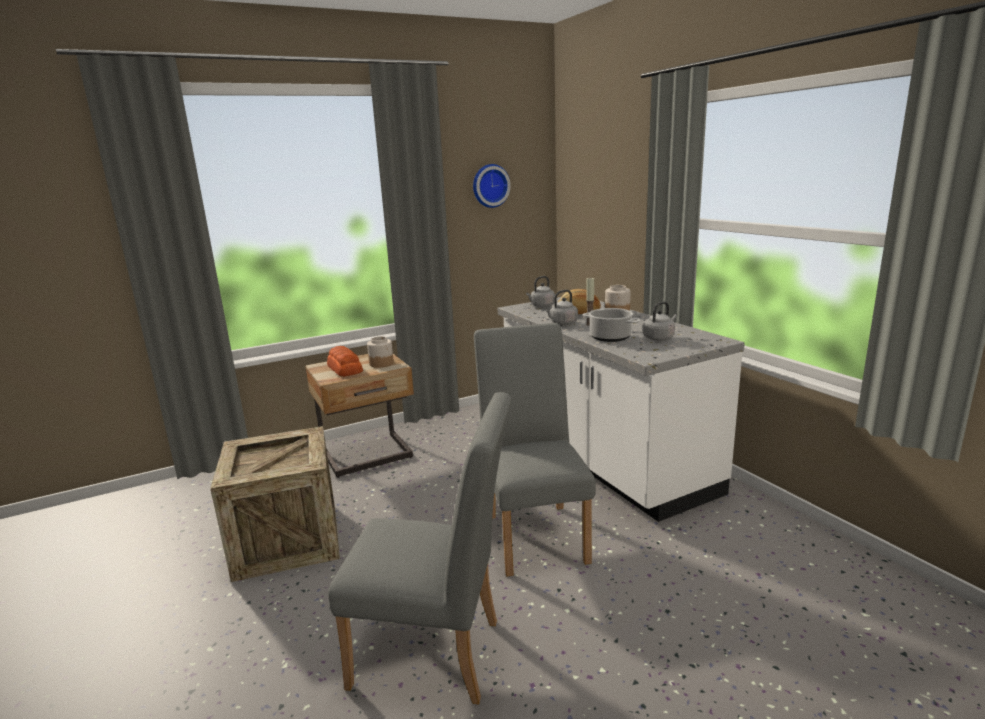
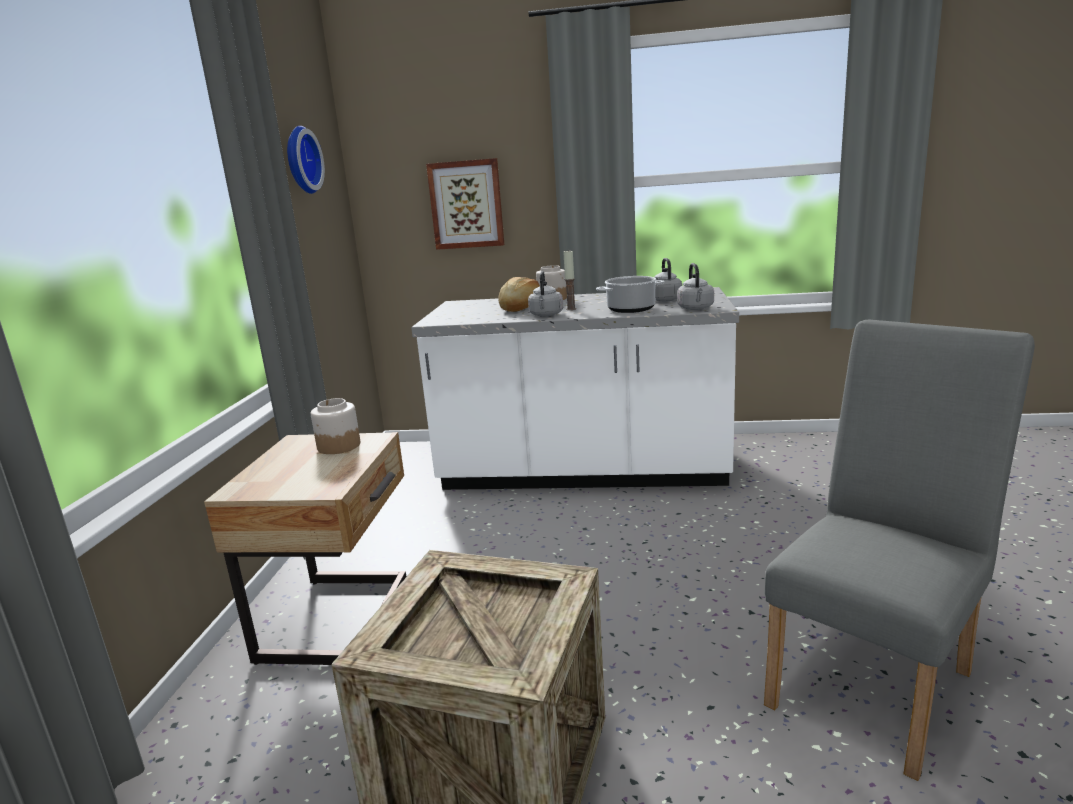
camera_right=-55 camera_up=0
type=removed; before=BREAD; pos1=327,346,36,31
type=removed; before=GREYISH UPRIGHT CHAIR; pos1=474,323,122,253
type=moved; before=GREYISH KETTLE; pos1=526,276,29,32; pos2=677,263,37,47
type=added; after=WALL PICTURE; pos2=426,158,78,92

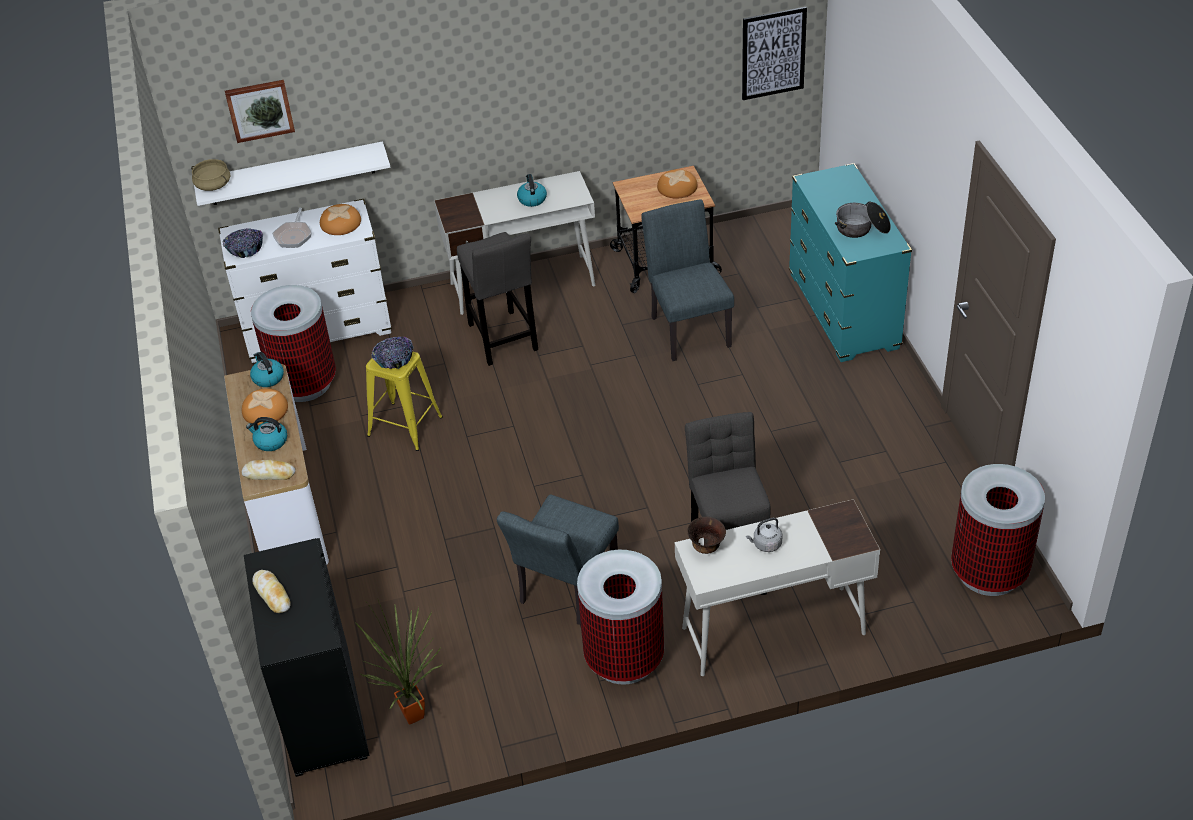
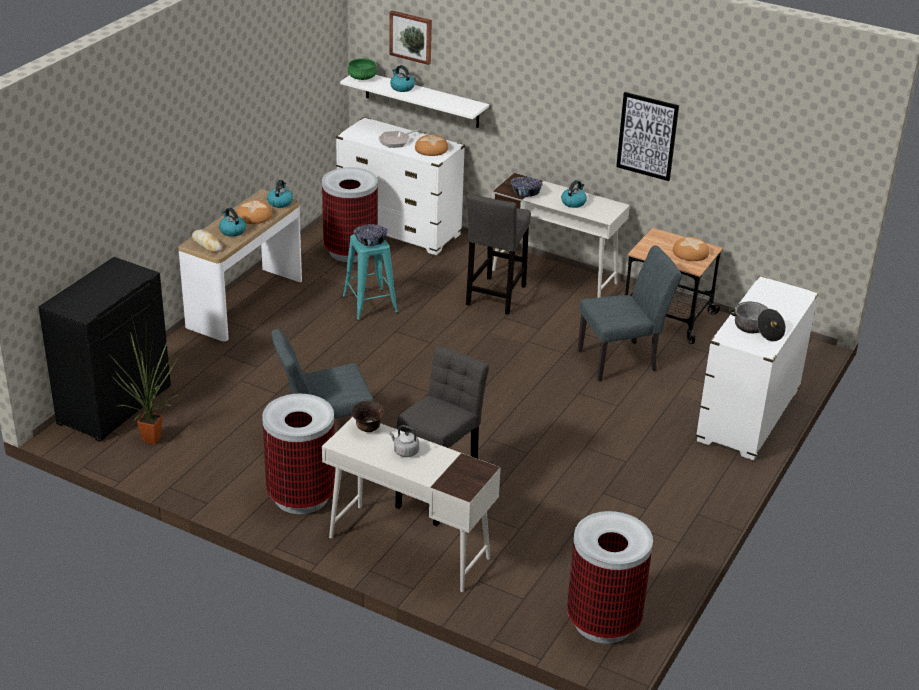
camera_right=40 camera_up=-10
type=recoloured; before=BEIGE-COLOURED SAUCEPOT; after=GREEN-COLOURED SAUCEPOT; pos1=191,159,39,32; pos2=348,58,29,22
type=moved; before=DEEP DISH; pos1=223,228,40,30; pos2=511,177,32,20
type=removed; before=BREAD; pos1=252,570,39,43
type=recoloured; before=YELLOW STOOL; after=TURQUOISE STOOL; pos1=366,351,77,100; pos2=342,234,56,87
type=turned; before=GREYISH UPRIGHT CHAIR; pos1=641,199,93,162; pos2=577,245,105,136; turn=45
type=moved; before=WALL PICTURE; pos1=742,7,65,93; pos2=616,92,63,89
type=recoloured; before=TURQUOISE DRAWER CHEST; after=WHITE-COLOURED DRAWER CHEST; pos1=789,163,123,199; pos2=696,276,123,184
type=added; after=KETTLE; pos2=390,65,25,27

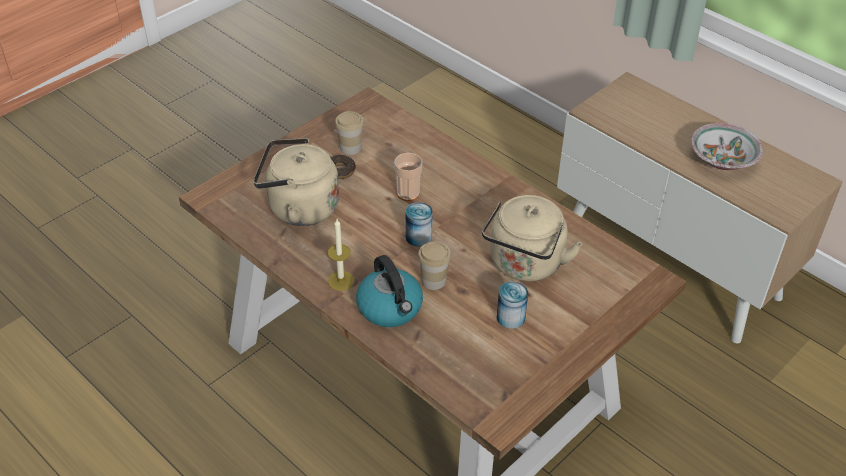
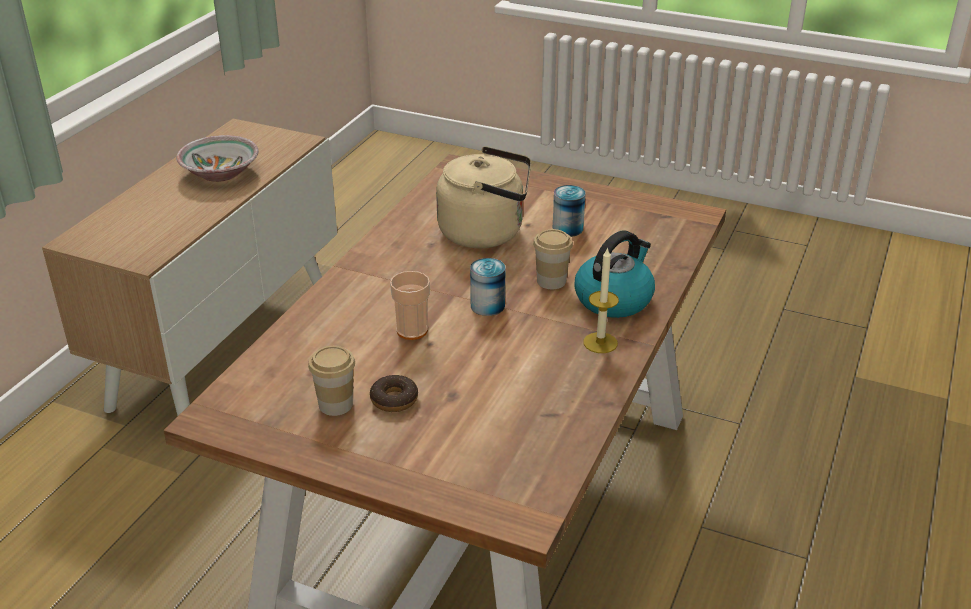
camera_right=-110 camera_up=-10
type=removed; before=BEIGE-COLOURED KETTLE; pos1=253,138,86,88

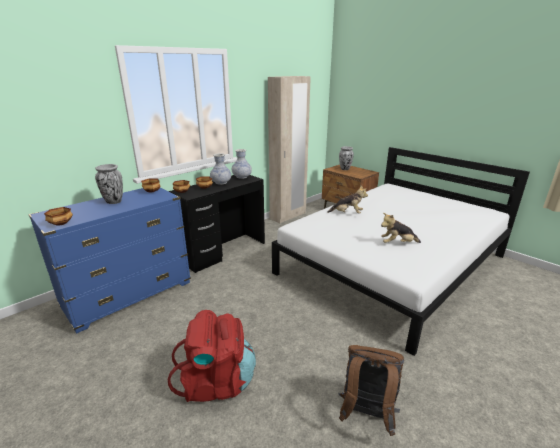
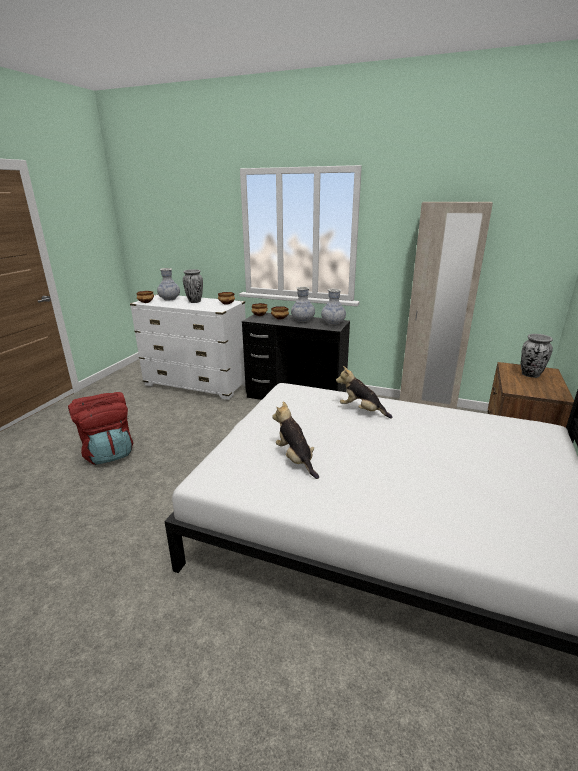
camera_right=65 camera_up=0
type=recoloured; before=BLUE-COLOURED DRAWER CHEST; after=WHITE-COLOURED DRAWER CHEST; pos1=28,187,163,146; pos2=130,294,116,106
type=turned; before=PLUSH TOY; pos1=327,186,41,28; pos2=336,366,57,52; turn=135
type=removed; before=BROWN-COLOURED KNAPSACK; pos1=338,345,66,91
type=added; after=FLOWER VASE; pos2=157,268,23,33

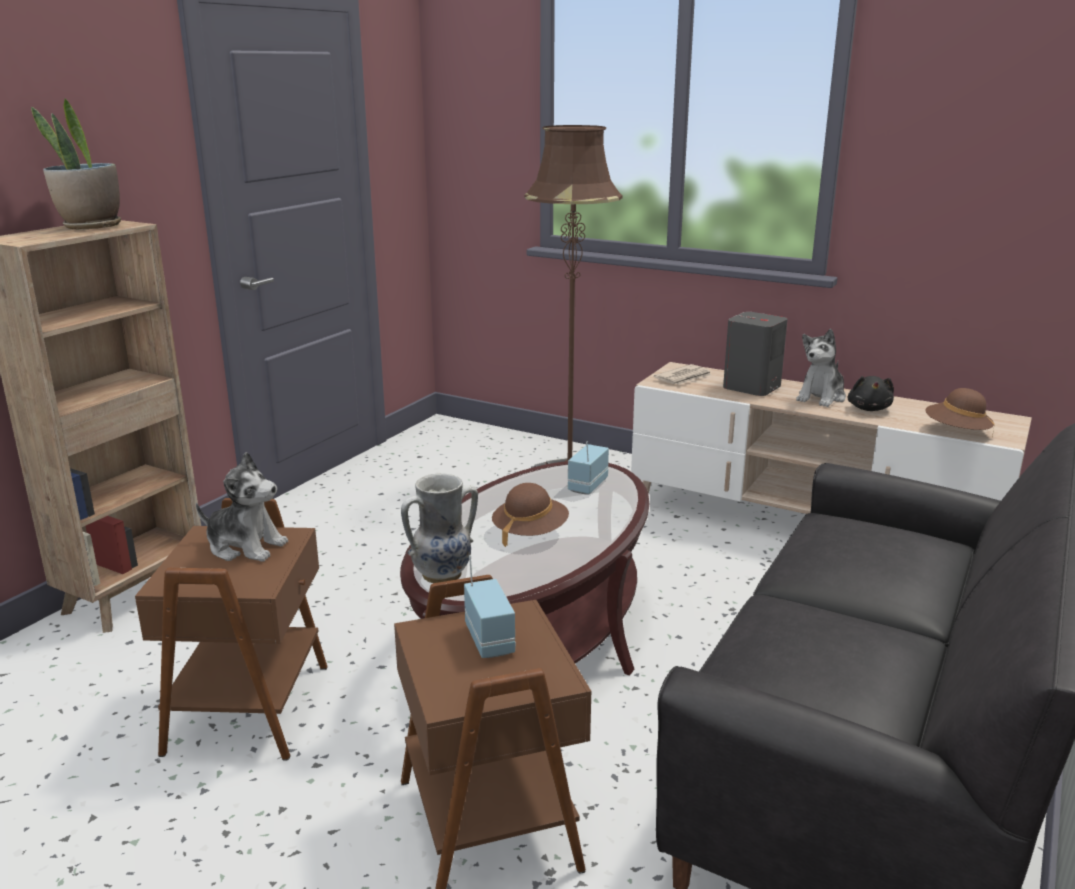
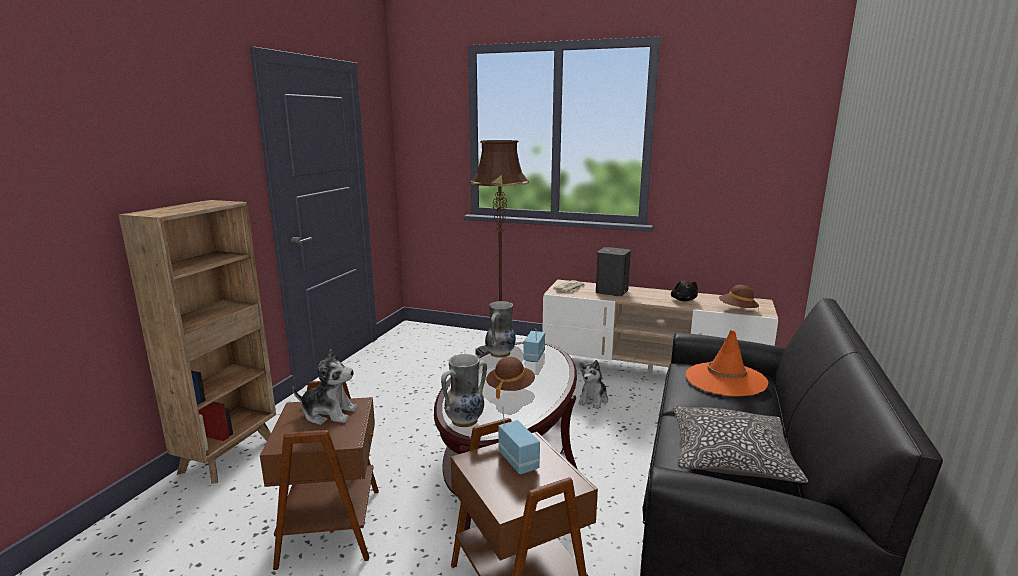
camera_right=-10 camera_up=-5
type=removed; before=PLANT IN A POT; pos1=31,99,90,130
type=moved; before=PLUSH TOY; pos1=796,329,50,78; pos2=578,360,30,49
type=added; after=FLOWER VASE; pos2=485,301,31,57
type=added; after=THROW PILLOW; pos2=673,406,135,77
type=added; after=ORANGEY CLOTHING HAT; pos2=685,330,83,67

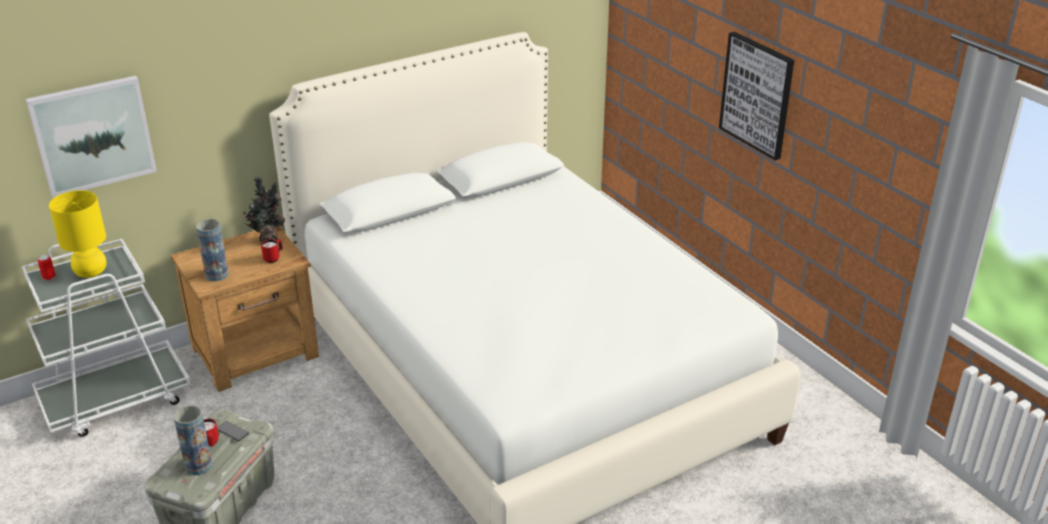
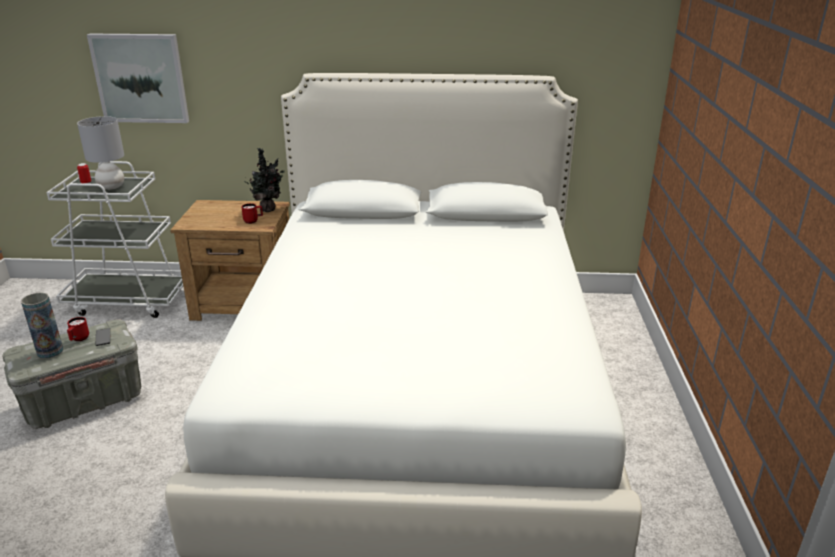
camera_right=35 camera_up=-5
type=recoloured; before=YELLOW LAMP FOR A TABLE; after=GREYISH LAMP FOR A TABLE; pos1=49,190,58,88; pos2=77,116,47,74
type=removed; before=FLOWER VASE; pos1=196,219,33,62
type=removed; before=WALL PICTURE; pos1=719,32,75,128

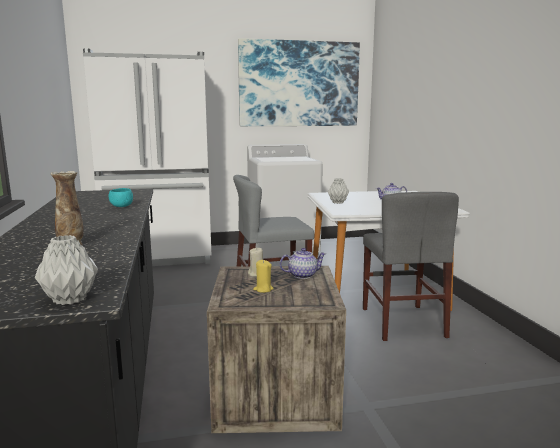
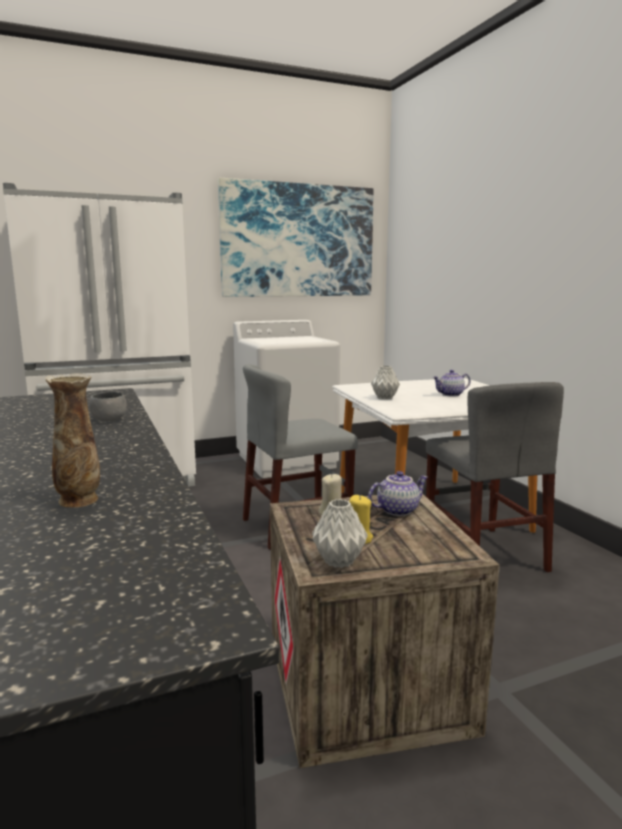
camera_right=-10 camera_up=0
type=moved; before=GREYISH FLOWER VASE; pos1=35,235,63,70; pos2=312,499,56,69
type=recoloured; before=TURQUOISE DEEP DISH; after=GREYISH DEEP DISH; pos1=109,188,24,19; pos2=89,391,38,30

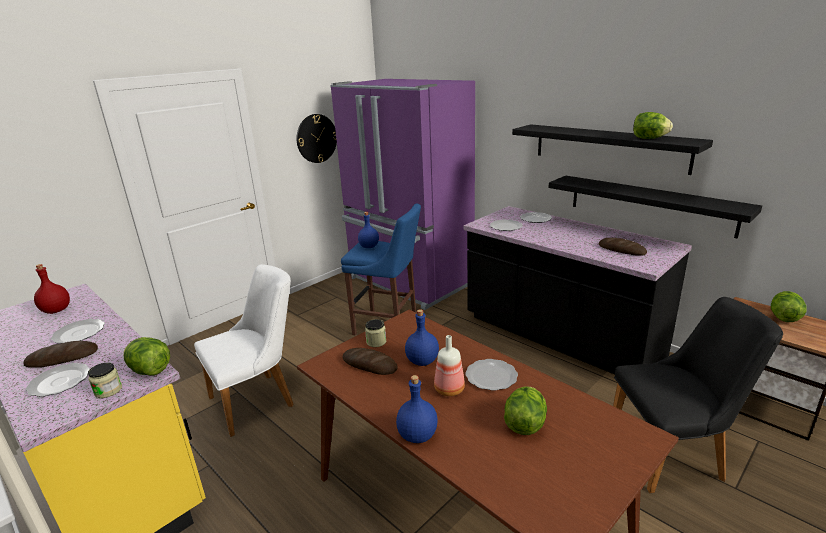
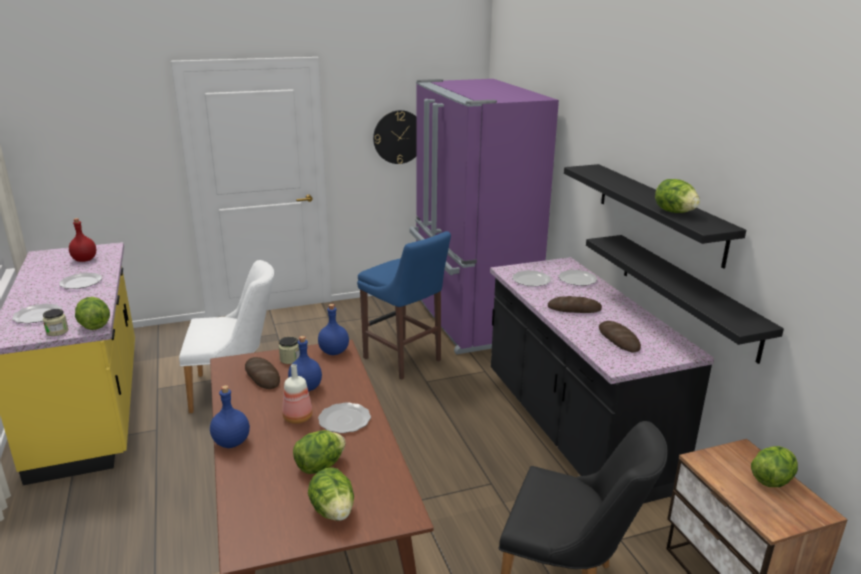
camera_right=25 camera_up=0
type=moved; before=BREAD; pos1=24,341,74,27; pos2=548,296,54,17
type=moved; before=BLUE-COLOURED BOTTLE; pos1=358,212,21,36; pos2=318,304,31,51
type=added; after=HEAD OF LETTUCE; pos2=308,467,46,54

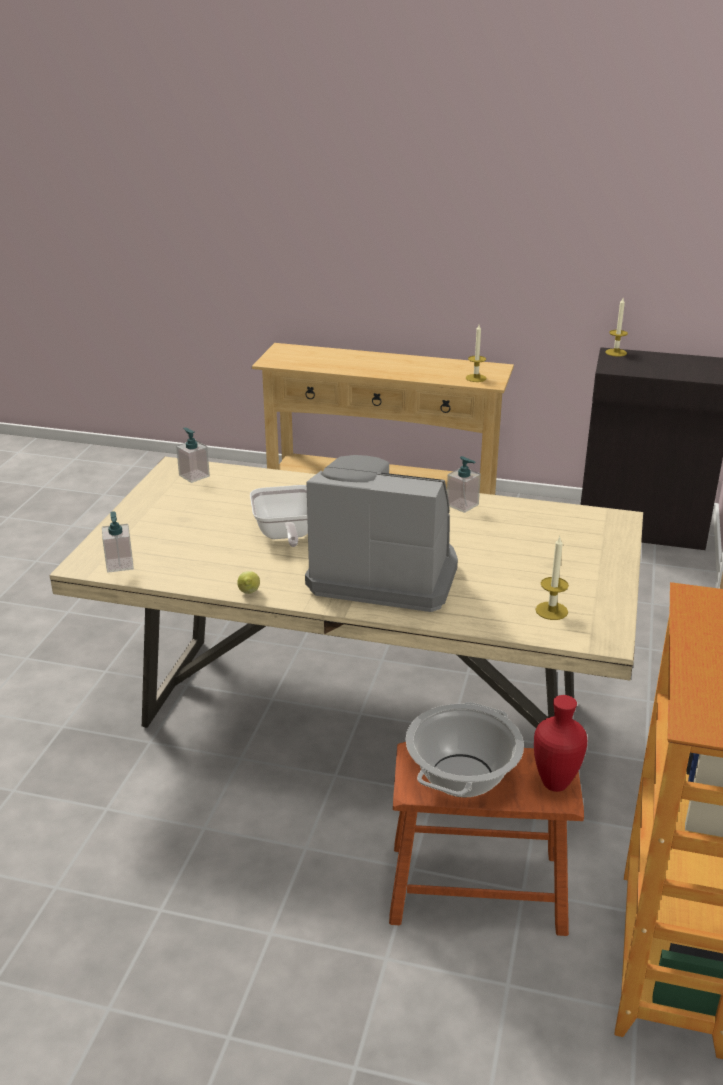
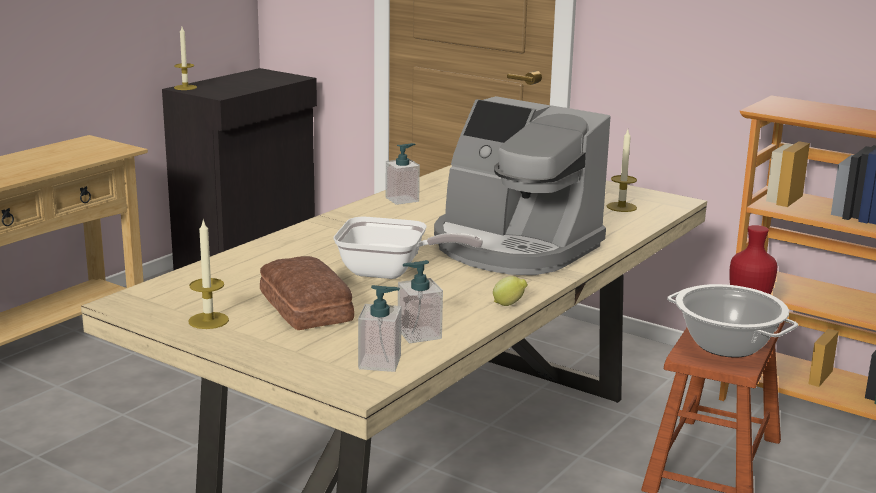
camera_right=-70 camera_up=-10
type=moved; before=SOAP BOTTLE; pos1=176,428,34,55; pos2=398,260,45,83
type=turned; before=COFFEE BREWER; pos1=305,455,153,157; pos2=434,96,176,179; turn=-90
type=moved; before=WAX LIGHT; pos1=466,325,20,57; pos2=188,219,41,110
type=added; after=BREAD; pos2=260,256,94,74

